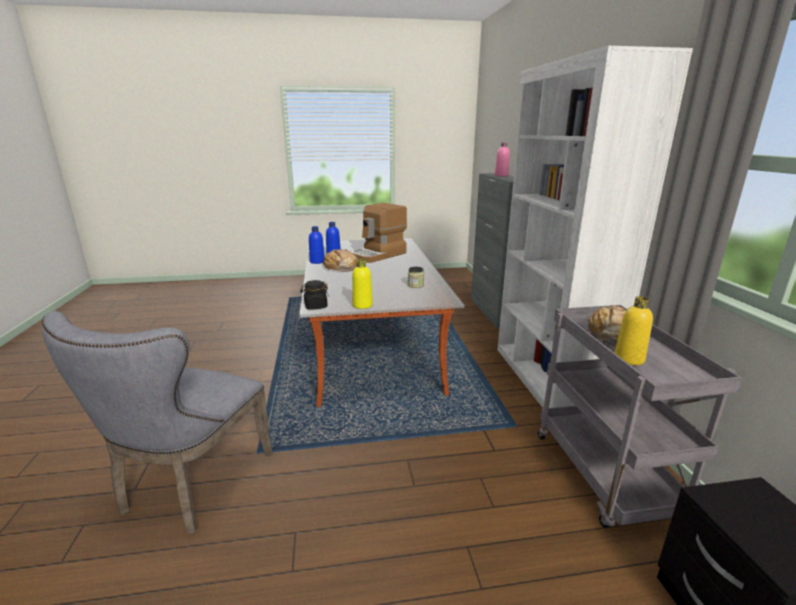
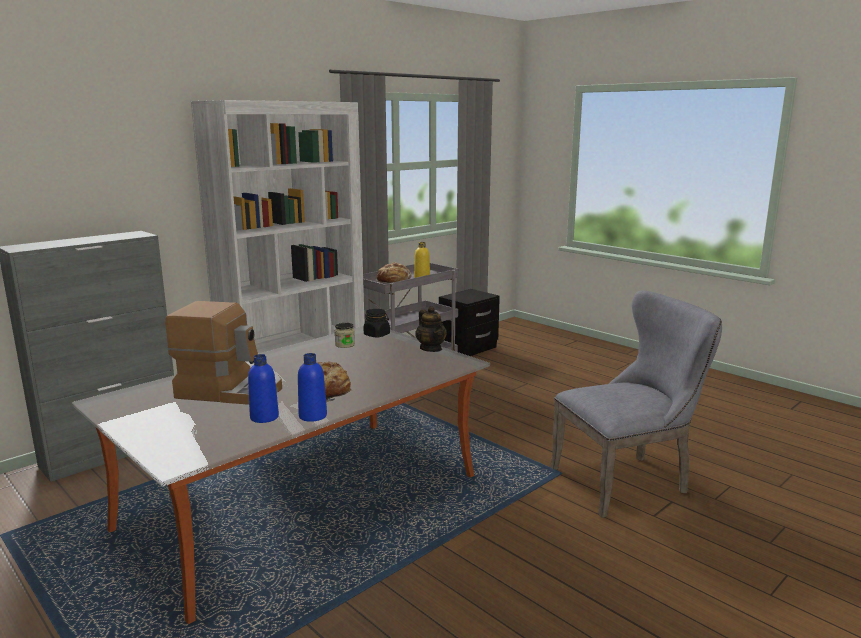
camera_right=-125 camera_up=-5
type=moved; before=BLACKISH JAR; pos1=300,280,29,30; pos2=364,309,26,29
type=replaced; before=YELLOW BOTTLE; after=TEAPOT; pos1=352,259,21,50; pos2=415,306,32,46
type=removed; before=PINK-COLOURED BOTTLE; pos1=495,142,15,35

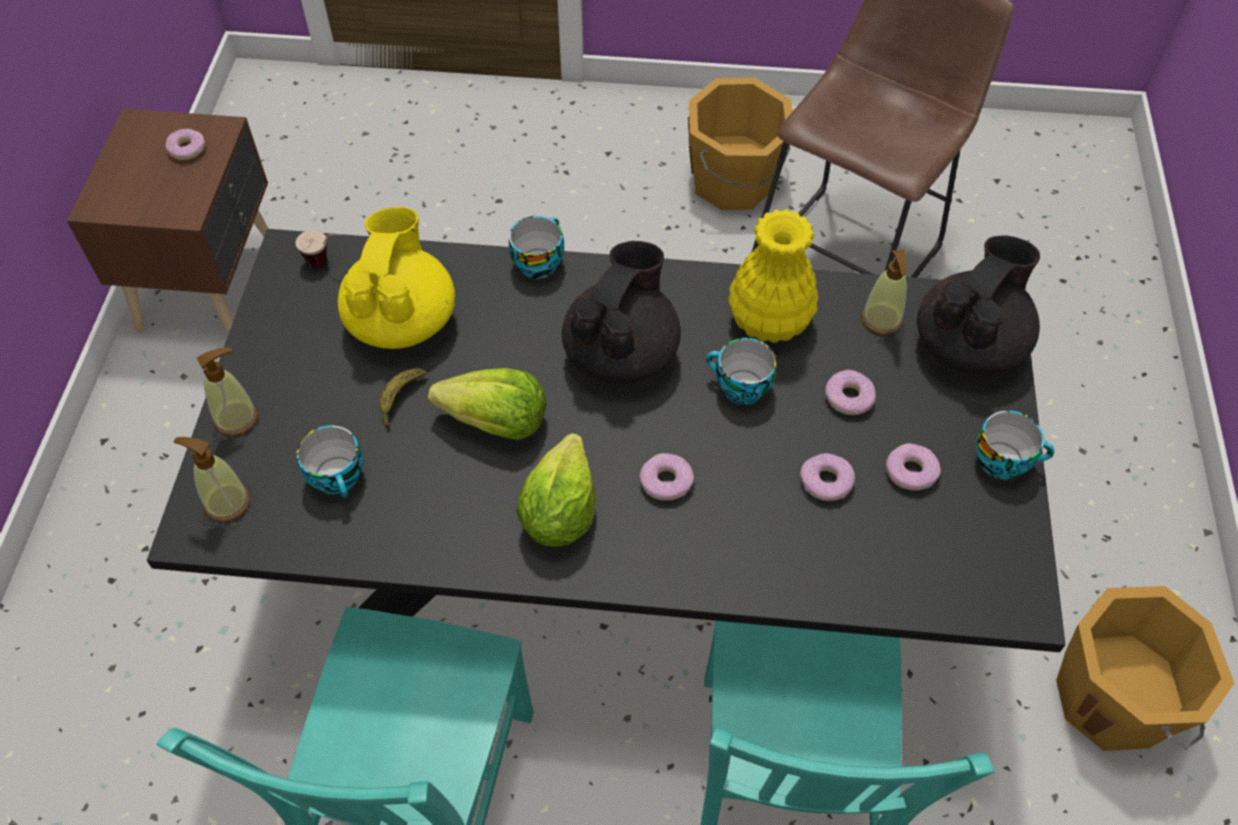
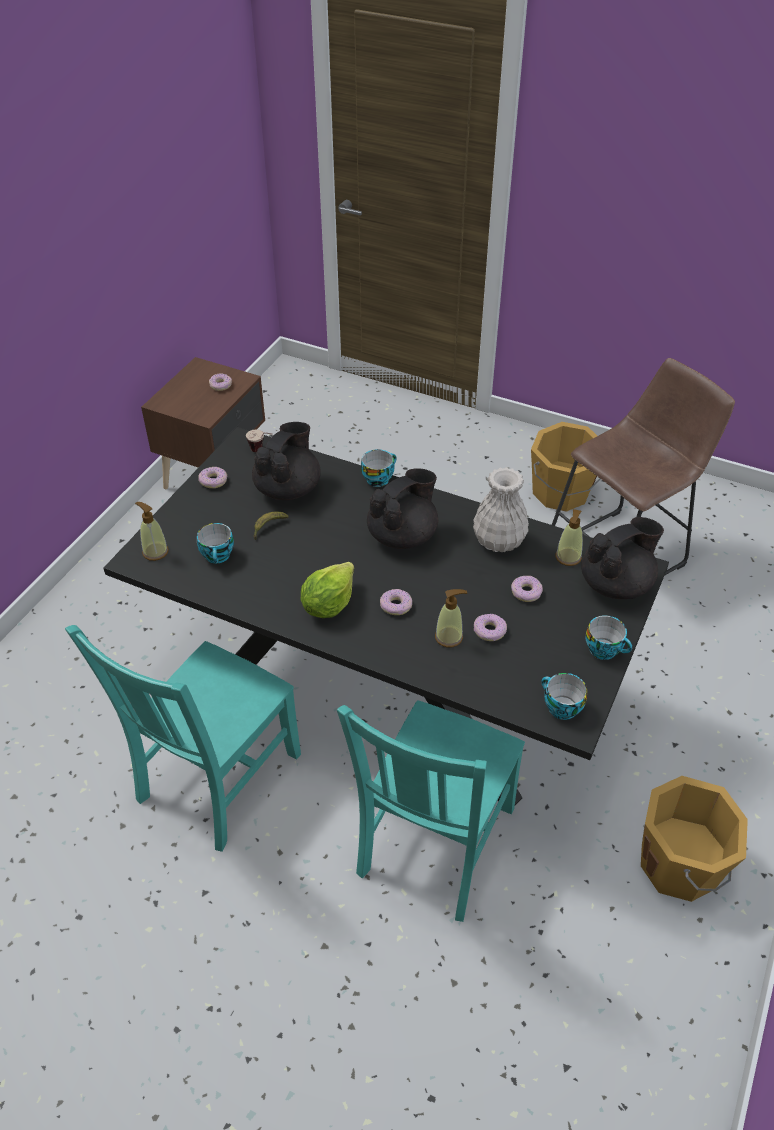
camera_right=20 camera_up=-10
type=moved; before=SOAP BOTTLE; pos1=197,348,61,88; pos2=435,589,32,58
type=recoloured; before=YELLOW TEAPOT; after=BLACKISH TEAPOT; pos1=338,207,117,142; pos2=252,422,69,78
type=removed; before=HEAD OF LETTUCE; pos1=428,368,118,72
type=moved; before=CUP; pos1=706,338,70,66; pos2=541,673,46,47
type=recoloured; before=YELLOW FLOWER VASE; after=WHITE-COLOURED FLOWER VASE; pos1=728,209,90,134; pos2=473,467,56,85
type=moved; before=DONUT; pos1=886,443,55,48; pos2=198,467,30,21

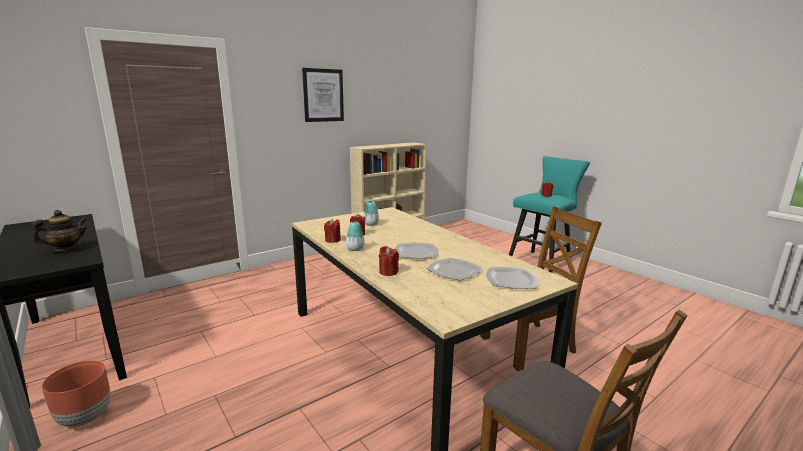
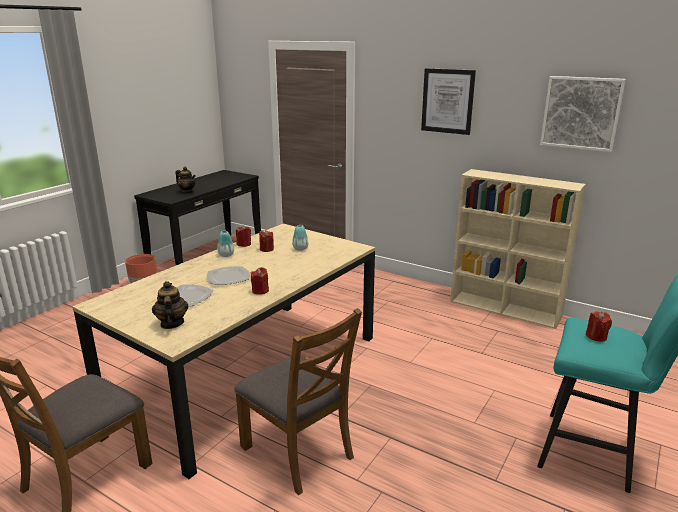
camera_right=70 camera_up=5
type=moved; before=RED WAX LIGHT; pos1=379,246,20,30; pos2=251,267,18,28
type=replaced; before=DINNER PLATE; after=TEAPOT; pos1=486,267,53,22; pos2=152,281,37,48
type=added; after=WALL PICTURE; pos2=540,76,86,76

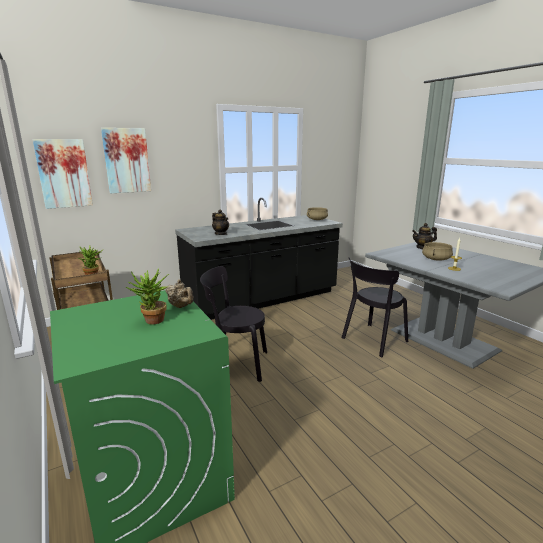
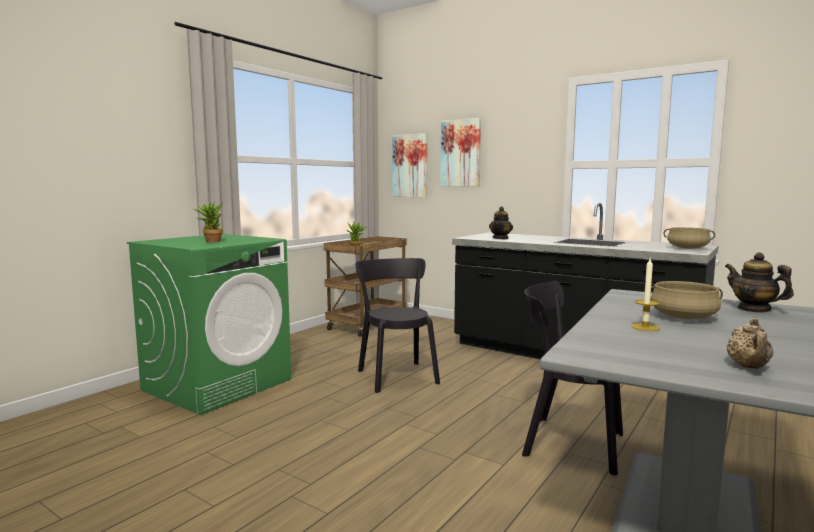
camera_right=65 camera_up=-10
type=moved; before=BEIGE-COLOURED TEAPOT; pos1=166,279,28,29; pos2=727,318,47,51

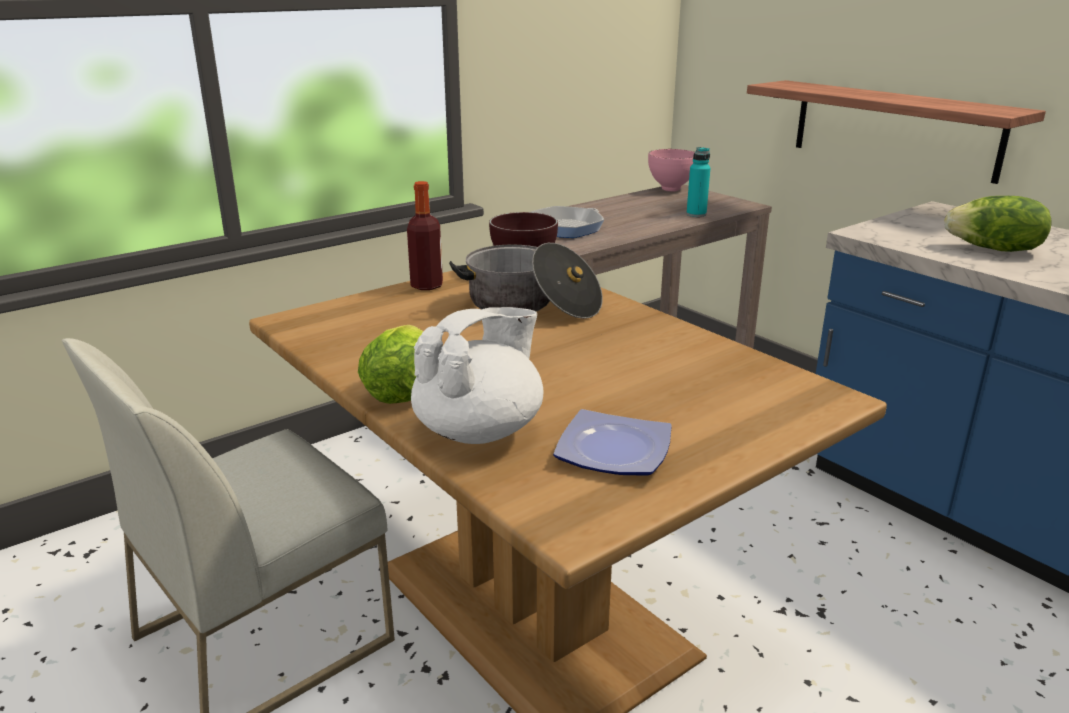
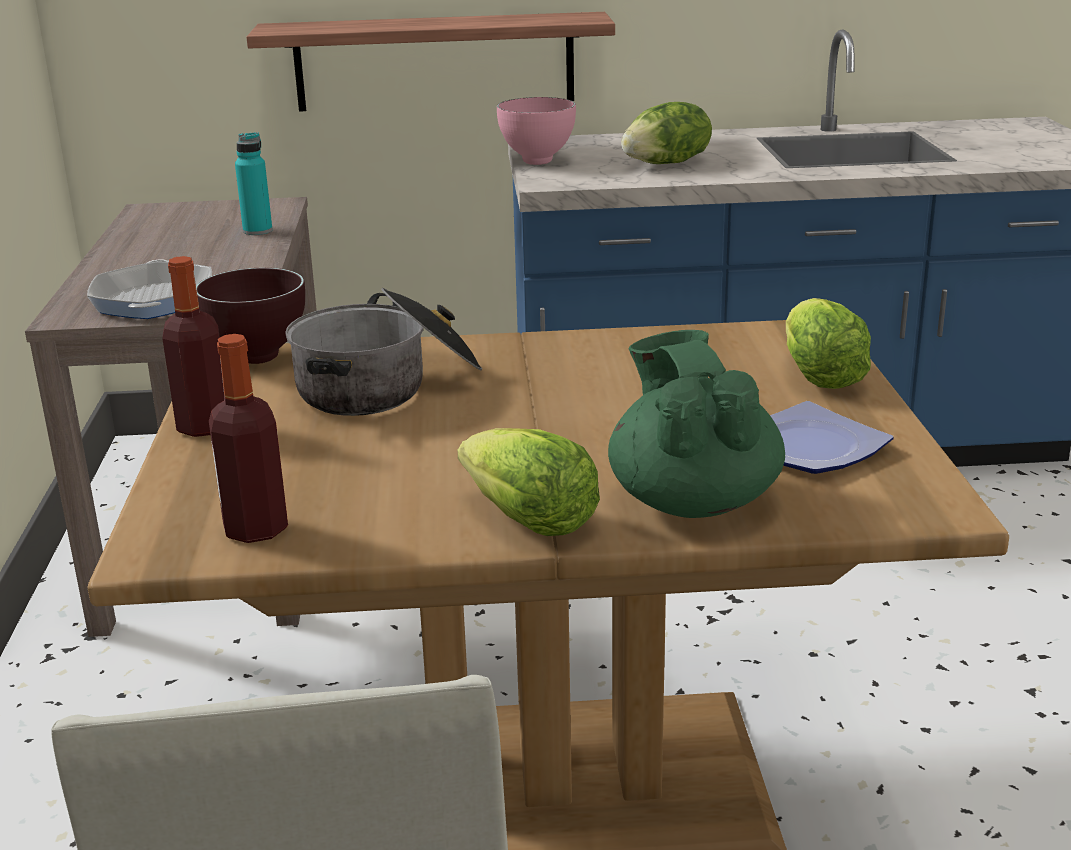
camera_right=-55 camera_up=0
type=recoloured; before=WHITE-COLOURED TEAPOT; after=GREEN-COLOURED TEAPOT; pos1=411,307,133,137; pos2=608,330,177,188
type=moved; before=PINK-COLOURED DEEP DISH; pos1=648,149,46,43; pos2=497,97,79,68
type=added; after=BOTTLE; pos2=209,334,79,209
type=added; after=HEAD OF LETTUCE; pos2=786,298,85,91

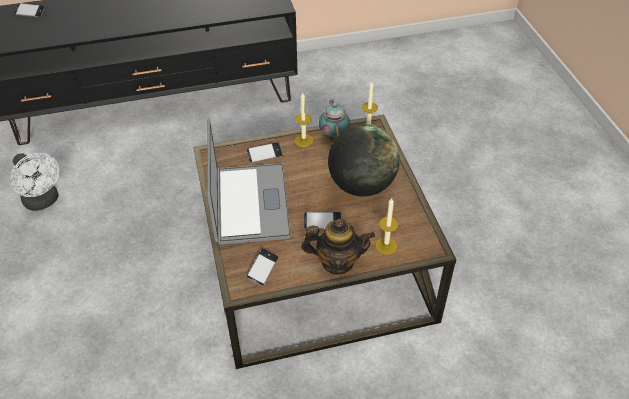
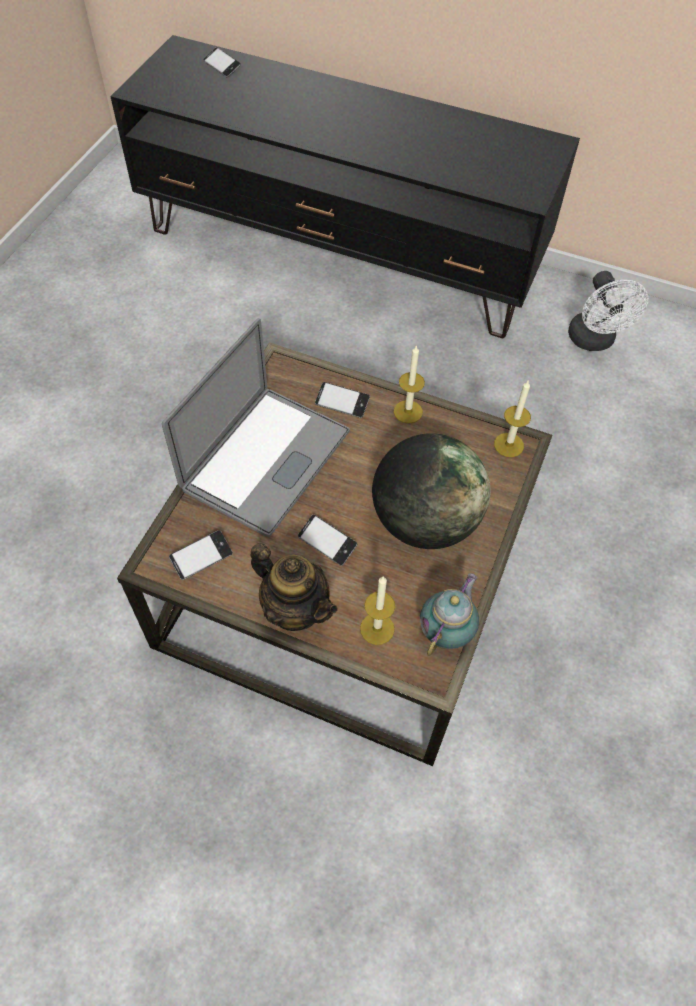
camera_right=35 camera_up=10
type=moved; before=WHITE-COLOURED FAN; pos1=11,153,48,58; pos2=568,271,80,80
type=moved; before=TEAPOT; pos1=319,100,31,41; pos2=420,573,59,83

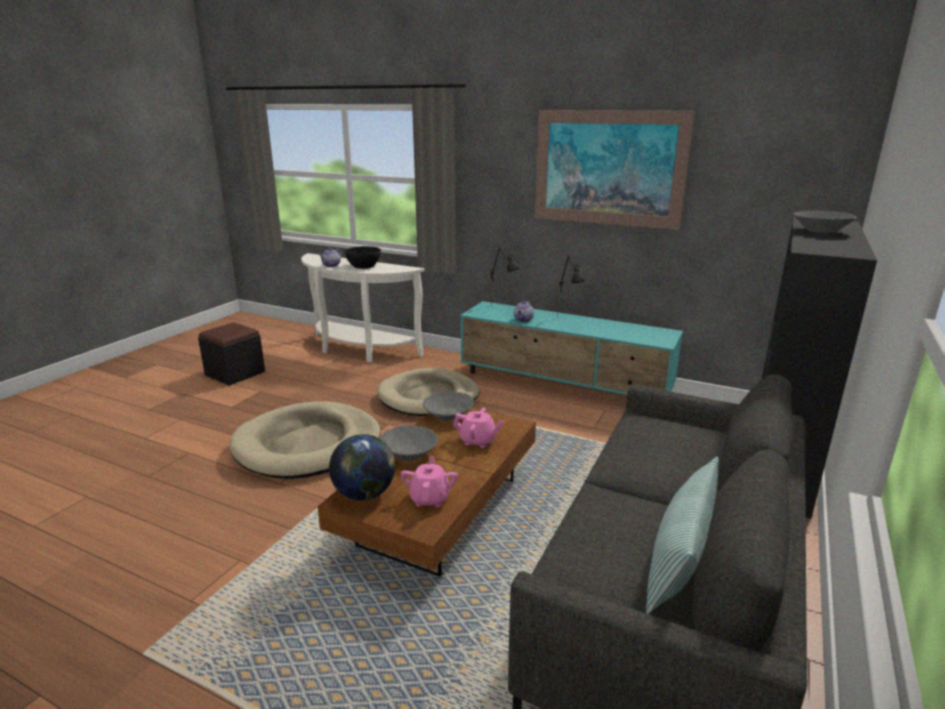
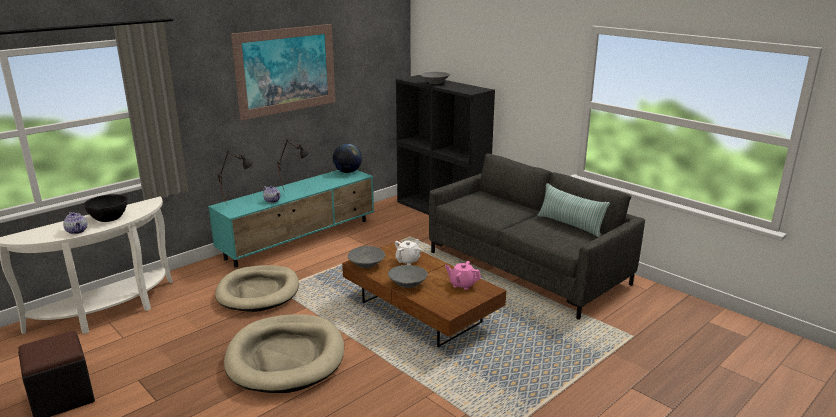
camera_right=-70 camera_up=0
type=moved; before=WORLD GLOBE; pos1=329,434,66,66; pos2=333,144,29,29
type=recoloured; before=PINK-COLOURED TEAPOT; after=WHITE-COLOURED TEAPOT; pos1=453,408,51,40; pos2=395,239,27,26

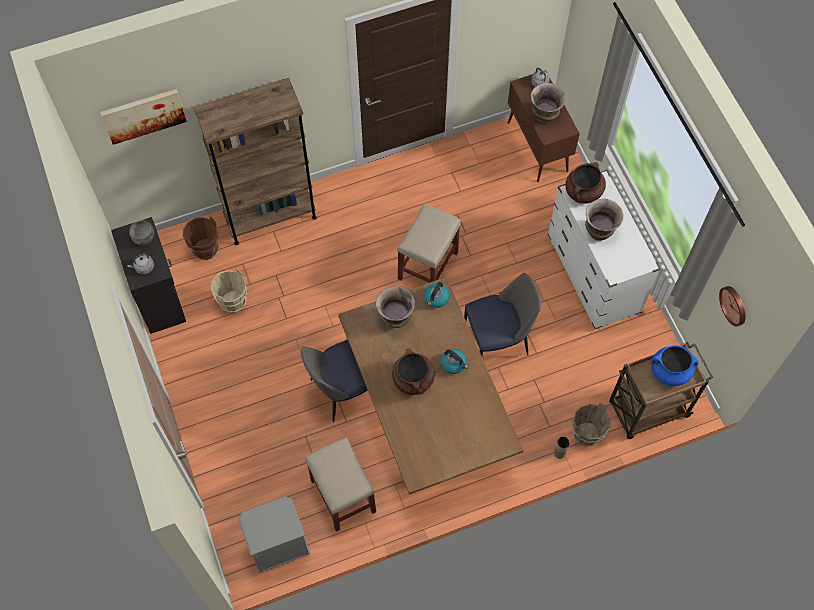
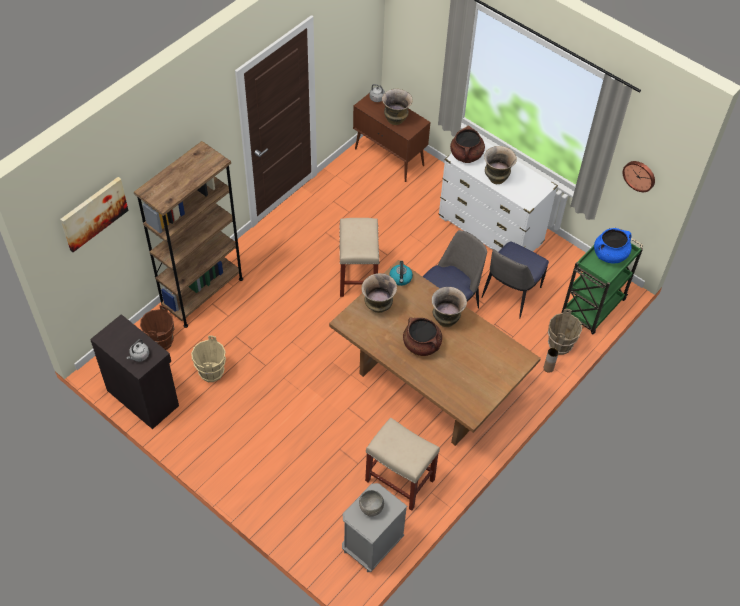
camera_right=-30 camera_up=-10
type=moved; before=GREYISH DEEP DISH; pos1=129,220,25,25; pos2=359,490,25,27
type=moved; before=UPRIGHT CHAIR; pos1=301,340,67,82; pos2=481,241,68,78
type=replaced; before=KETTLE; after=FLOWER VASE; pos1=440,349,28,25; pos2=432,287,35,40
type=recoloured; before=BROWN-COLOURED CART; after=GREEN-COLOURED CART; pos1=609,342,104,97; pos2=562,228,81,106

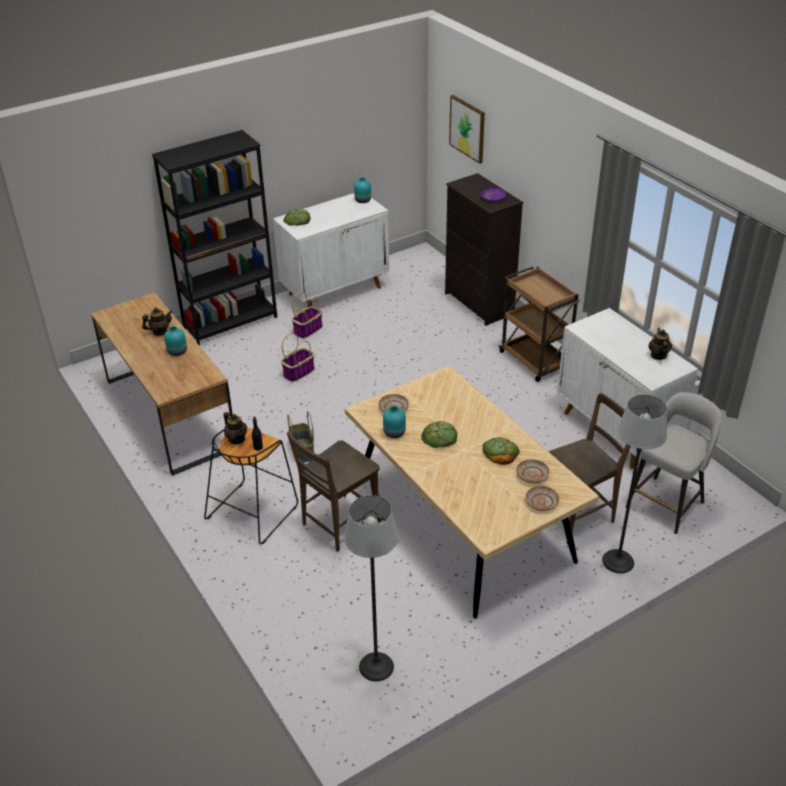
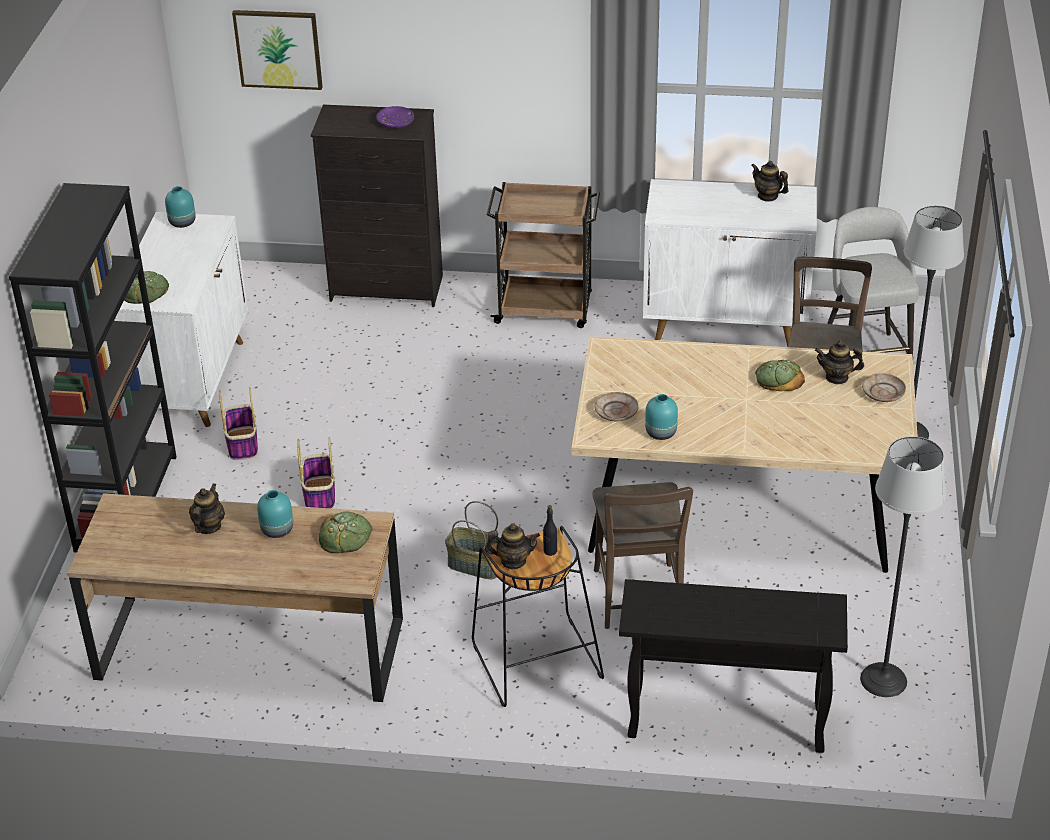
camera_right=-50 camera_up=0
type=moved; before=BREAD; pos1=421,421,36,27; pos2=319,511,53,42
type=replaced; before=BEIGE-COLOURED DINNER PLATE; after=TEAPOT; pos1=516,459,33,24; pos2=815,340,49,44
type=added; after=BLACKISH HALL TABLE; pos2=619,579,229,174

